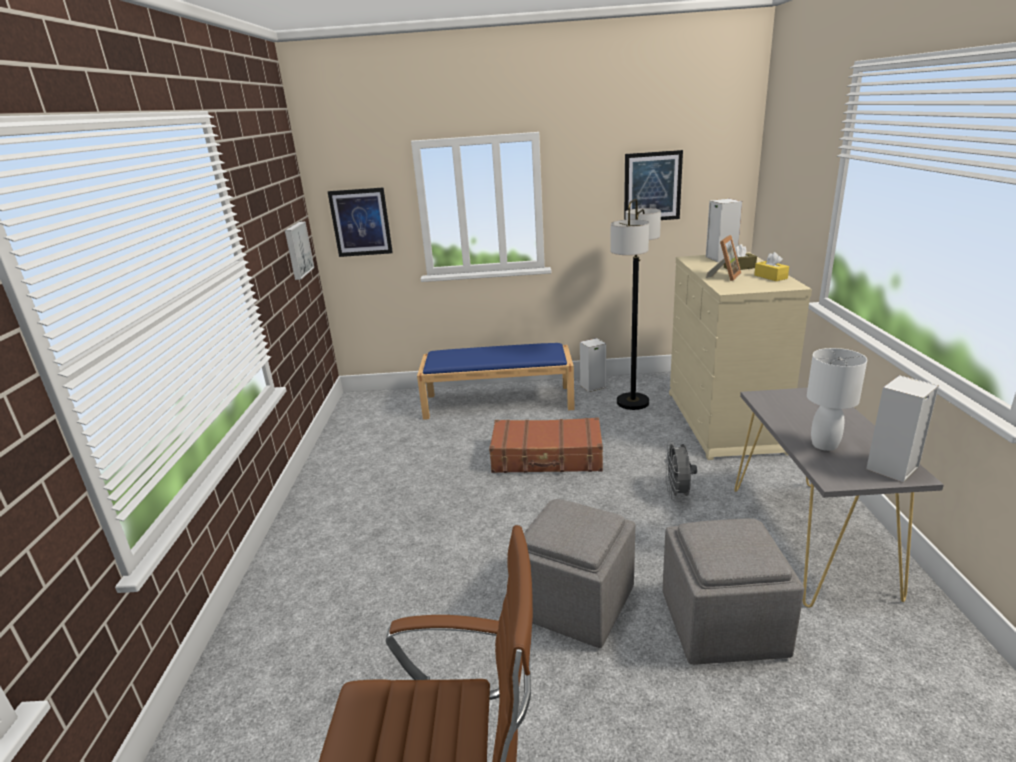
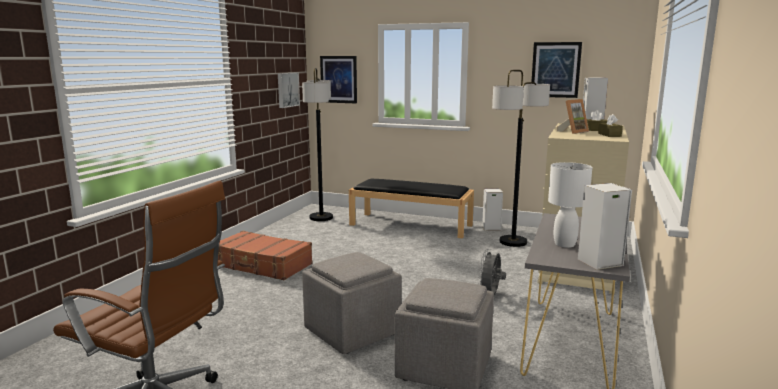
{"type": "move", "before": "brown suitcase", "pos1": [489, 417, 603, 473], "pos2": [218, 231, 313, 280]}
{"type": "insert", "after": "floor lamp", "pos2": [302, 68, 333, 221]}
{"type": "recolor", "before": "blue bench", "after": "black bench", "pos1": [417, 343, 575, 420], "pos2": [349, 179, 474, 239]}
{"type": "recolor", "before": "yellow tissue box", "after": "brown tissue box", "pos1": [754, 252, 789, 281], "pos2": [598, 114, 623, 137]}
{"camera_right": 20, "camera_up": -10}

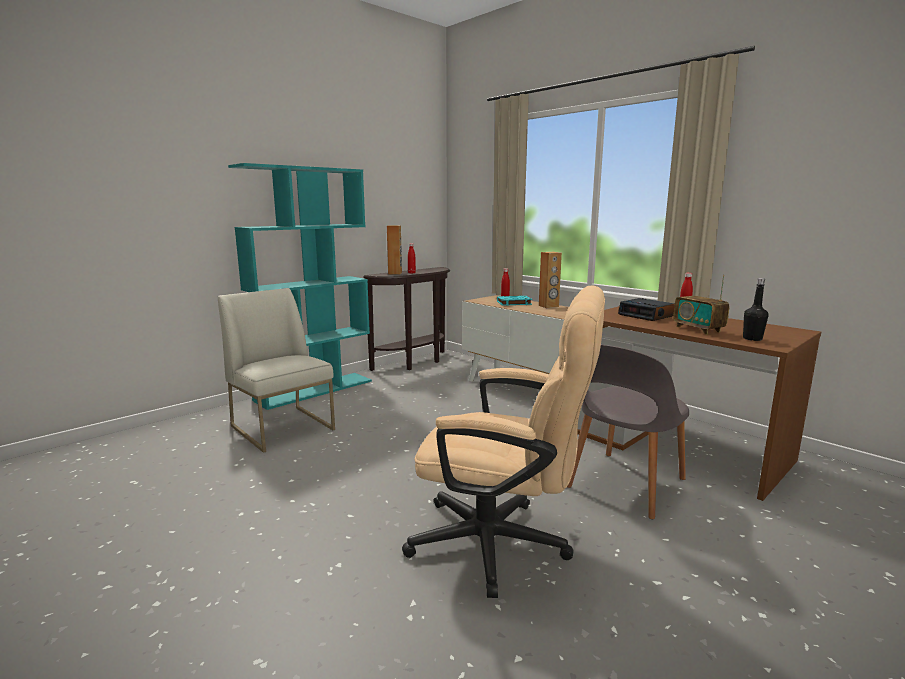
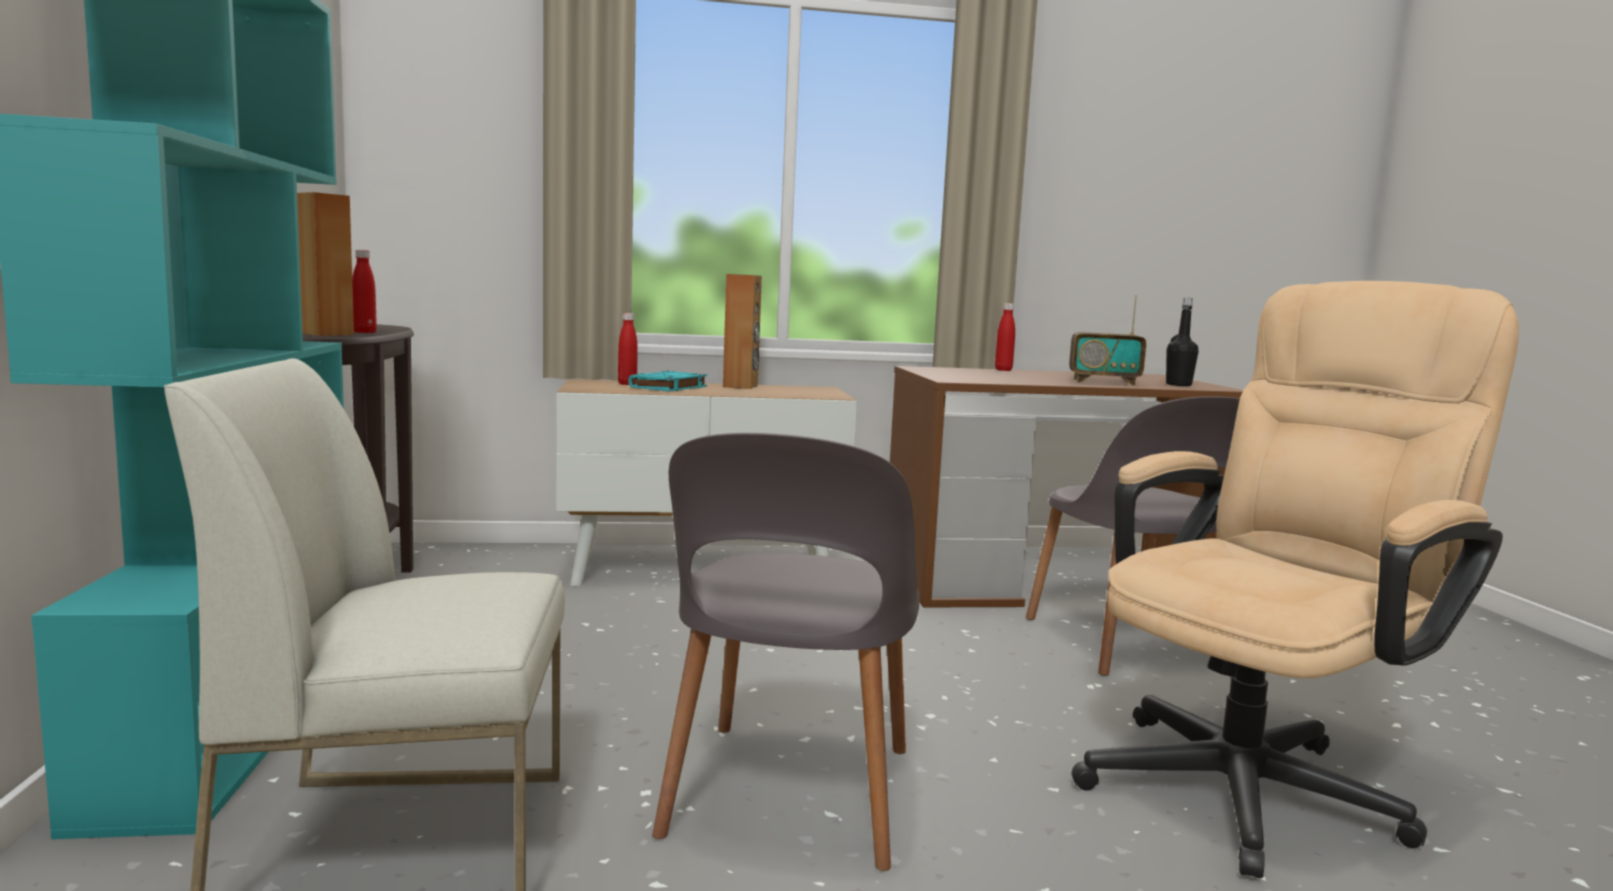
{"type": "insert", "after": "grey chair", "pos2": [652, 433, 919, 871]}
{"type": "delete", "before": "alarm clock", "pos1": [618, 298, 675, 321]}
{"camera_right": -55, "camera_up": -5}

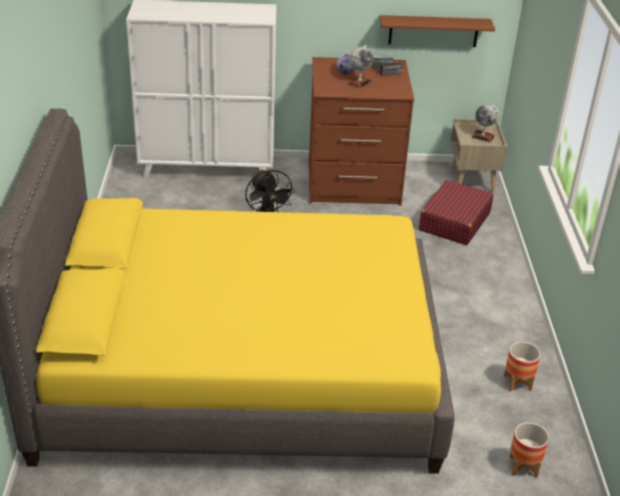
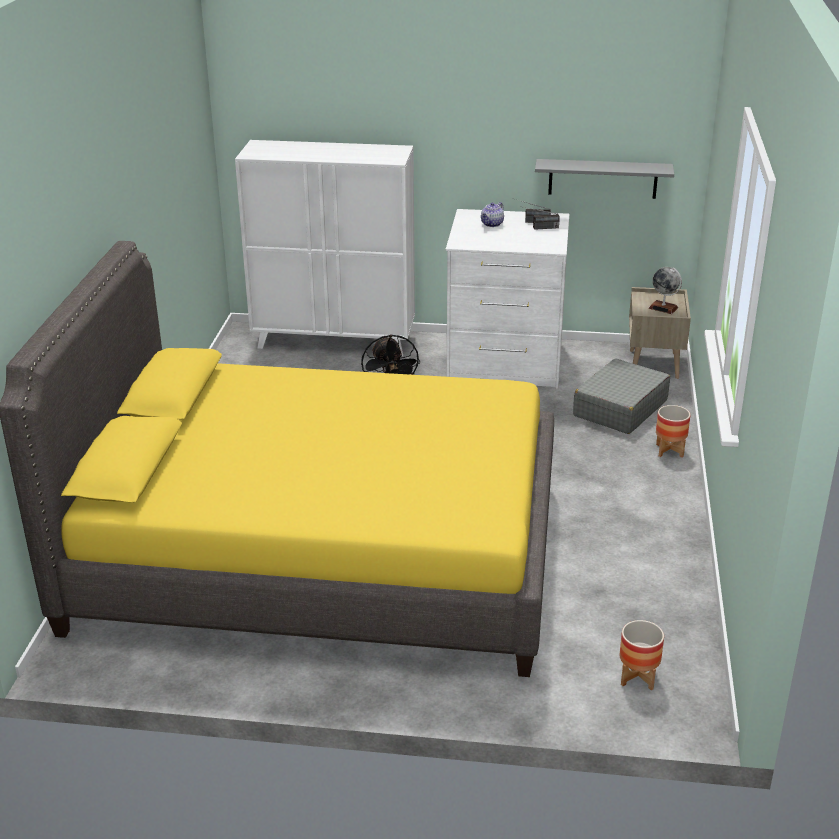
{"type": "recolor", "before": "brown dresser", "after": "white dresser", "pos1": [309, 57, 414, 206], "pos2": [446, 209, 569, 389]}
{"type": "recolor", "before": "brown shelf", "after": "grey shelf", "pos1": [379, 15, 495, 47], "pos2": [535, 159, 674, 199]}
{"type": "recolor", "before": "red suitcase", "after": "grey suitcase", "pos1": [419, 180, 493, 245], "pos2": [573, 359, 670, 434]}
{"type": "move", "before": "planter", "pos1": [504, 342, 540, 391], "pos2": [656, 405, 690, 458]}
{"type": "delete", "before": "globe", "pos1": [348, 45, 373, 89]}
{"camera_right": 10, "camera_up": -5}

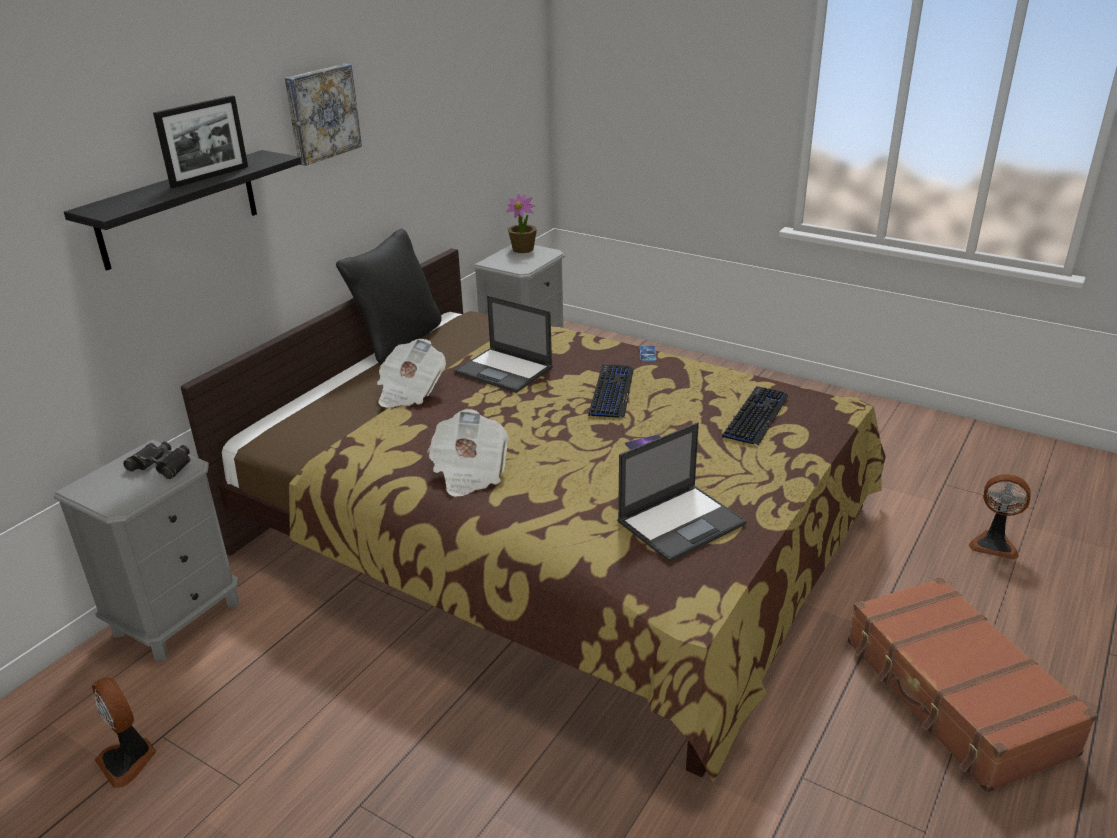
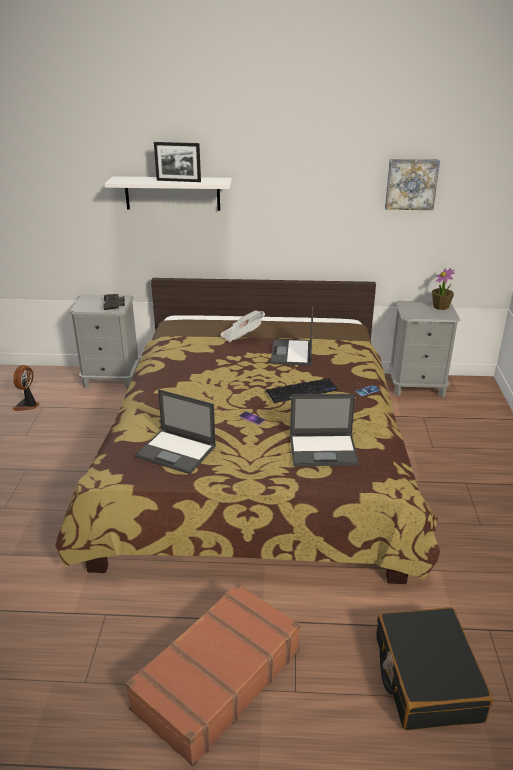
{"type": "recolor", "before": "black shelf", "after": "white shelf", "pos1": [64, 150, 301, 270], "pos2": [105, 176, 232, 211]}
{"type": "replace", "before": "keyboard", "after": "laptop", "pos1": [722, 386, 789, 446], "pos2": [290, 394, 359, 466]}
{"type": "replace", "before": "fan", "after": "black suitcase", "pos1": [969, 474, 1031, 559], "pos2": [376, 607, 493, 730]}
{"type": "move", "before": "picture", "pos1": [285, 64, 362, 166], "pos2": [385, 159, 440, 210]}
{"type": "delete", "before": "black pillow", "pos1": [336, 229, 441, 365]}
{"type": "delete", "before": "newspaper", "pos1": [427, 410, 509, 497]}
{"camera_right": 60, "camera_up": 0}

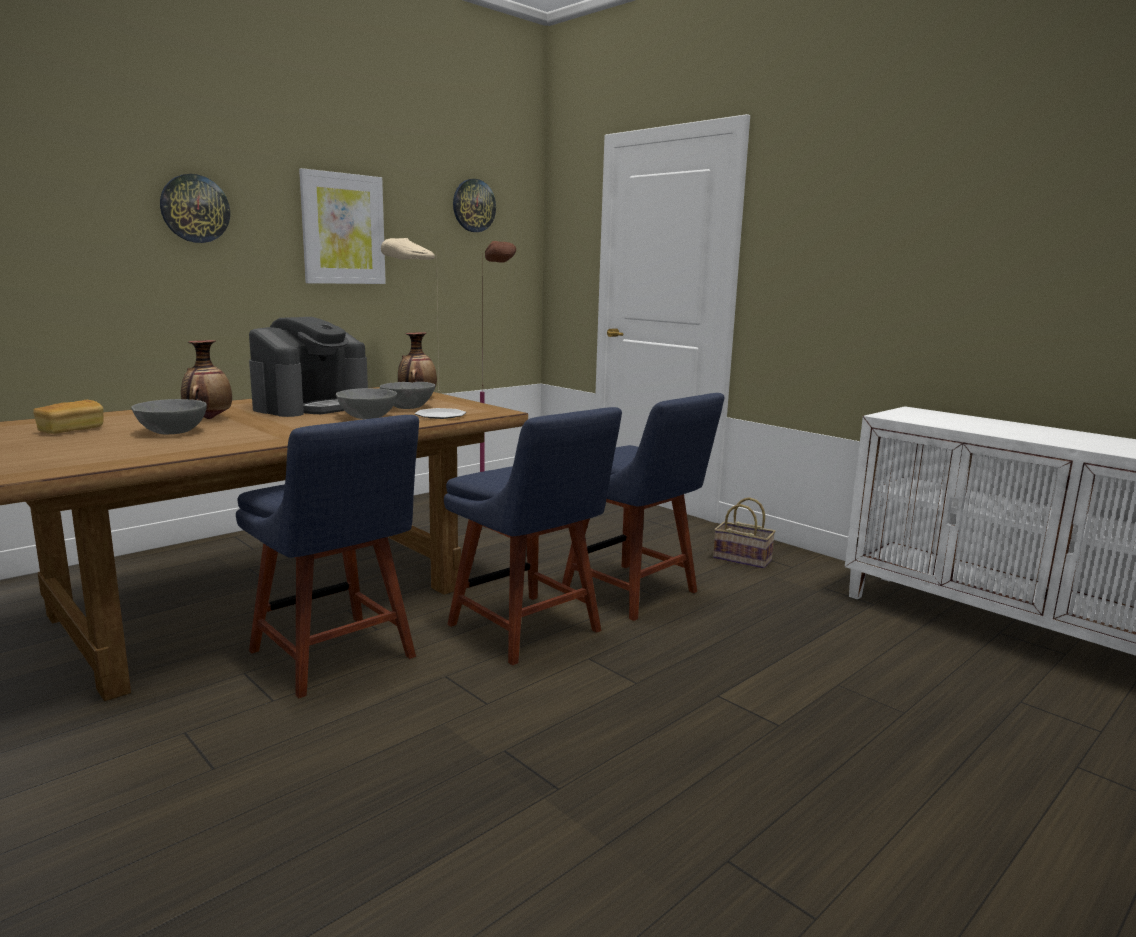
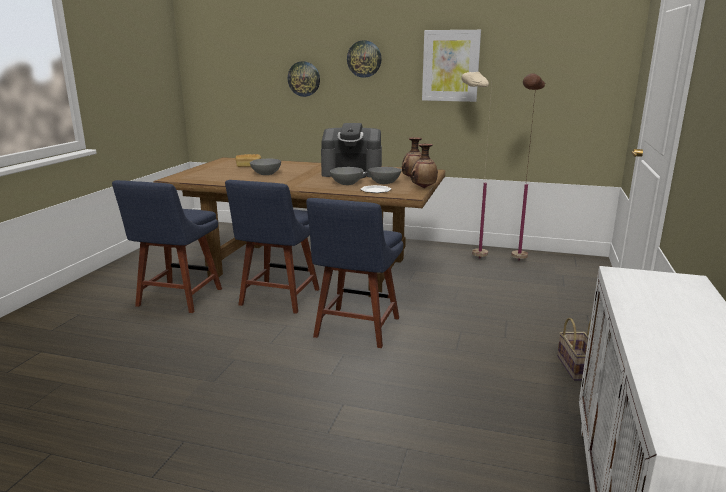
{"type": "move", "before": "blue chair", "pos1": [562, 393, 725, 621], "pos2": [112, 180, 222, 313]}
{"type": "move", "before": "wall clock", "pos1": [453, 179, 496, 232], "pos2": [288, 61, 320, 97]}
{"type": "move", "before": "vase", "pos1": [181, 340, 232, 419], "pos2": [411, 144, 438, 188]}
{"camera_right": 60, "camera_up": 5}

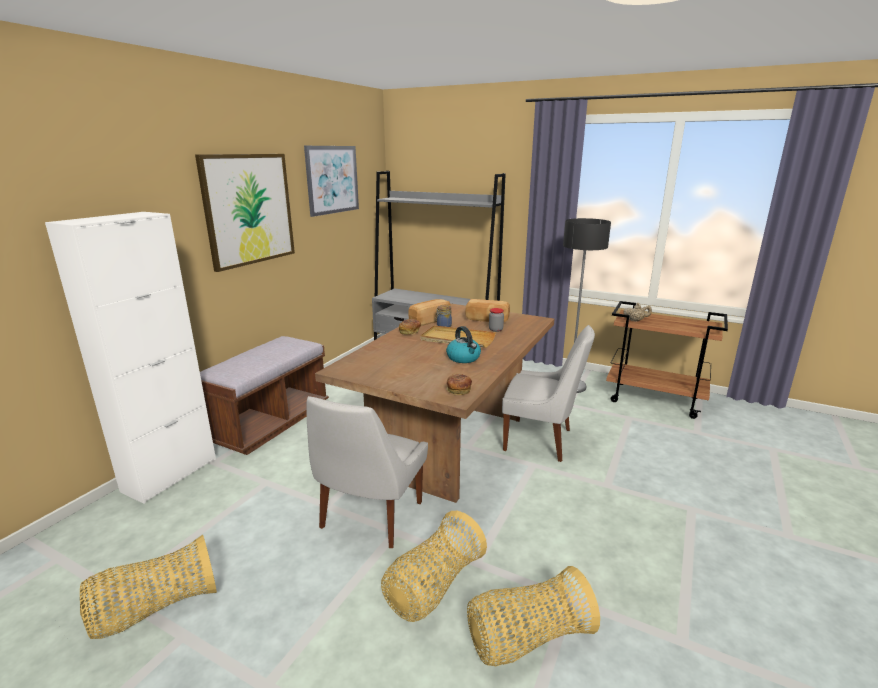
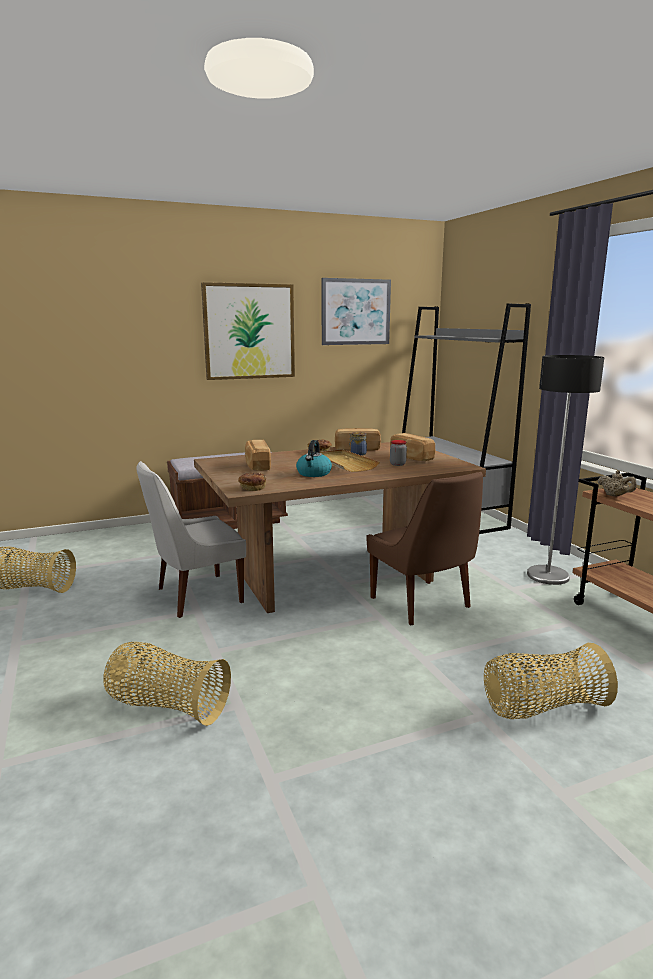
{"type": "insert", "after": "bread", "pos2": [245, 439, 271, 471]}
{"type": "recolor", "before": "white chair", "after": "brown chair", "pos1": [502, 325, 595, 462], "pos2": [367, 472, 483, 625]}
{"type": "move", "before": "basket", "pos1": [381, 511, 487, 622], "pos2": [484, 643, 618, 719]}
{"type": "delete", "before": "white cabinet", "pos1": [45, 212, 216, 504]}
{"camera_right": 40, "camera_up": -5}

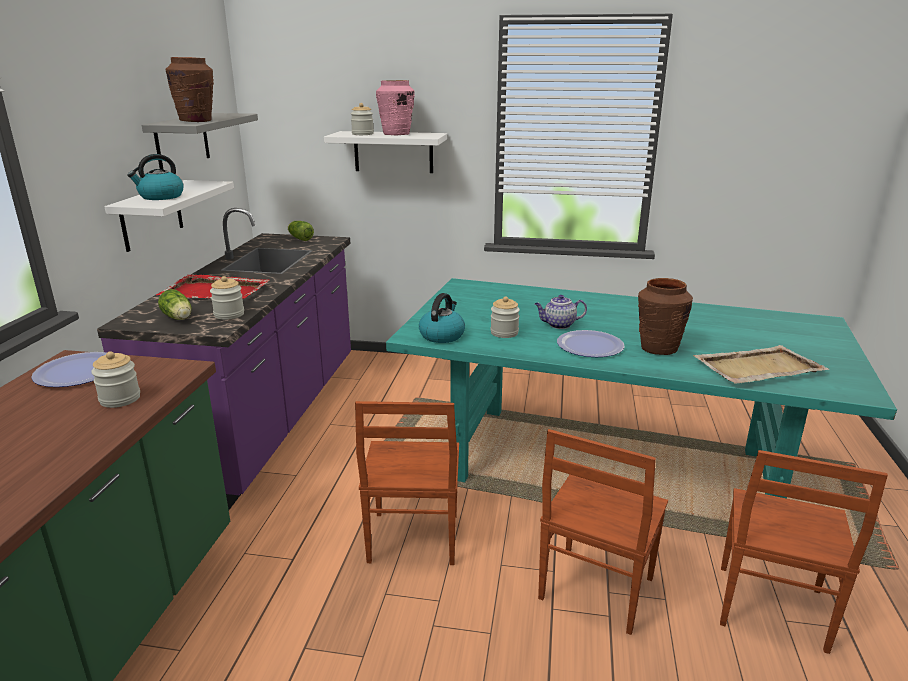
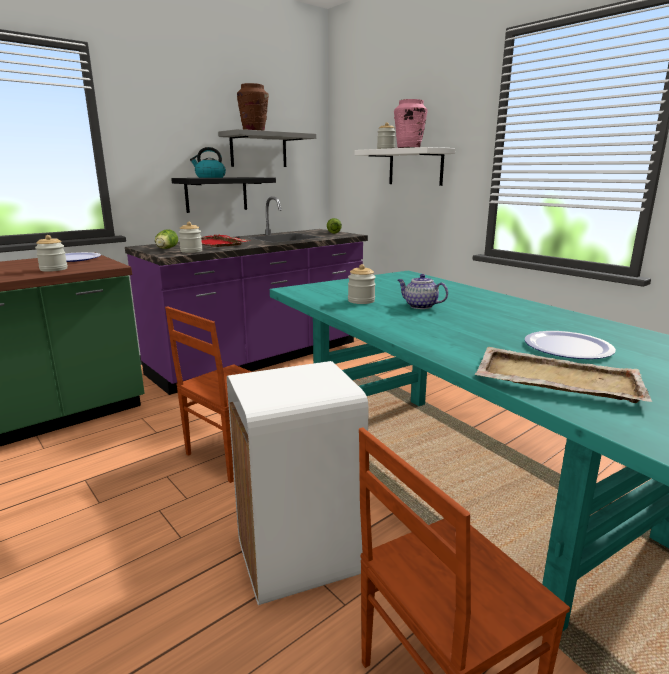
{"type": "recolor", "before": "white shelf", "after": "black shelf", "pos1": [105, 180, 234, 252], "pos2": [171, 177, 276, 213]}
{"type": "replace", "before": "brown chair", "after": "white trash can", "pos1": [538, 429, 668, 635], "pos2": [227, 361, 368, 605]}
{"type": "move", "before": "plate", "pos1": [557, 330, 625, 357], "pos2": [525, 331, 616, 359]}
{"type": "delete", "before": "kettle", "pos1": [419, 293, 465, 343]}
{"type": "delete", "before": "brown vase", "pos1": [638, 278, 693, 355]}
{"camera_right": 40, "camera_up": -5}

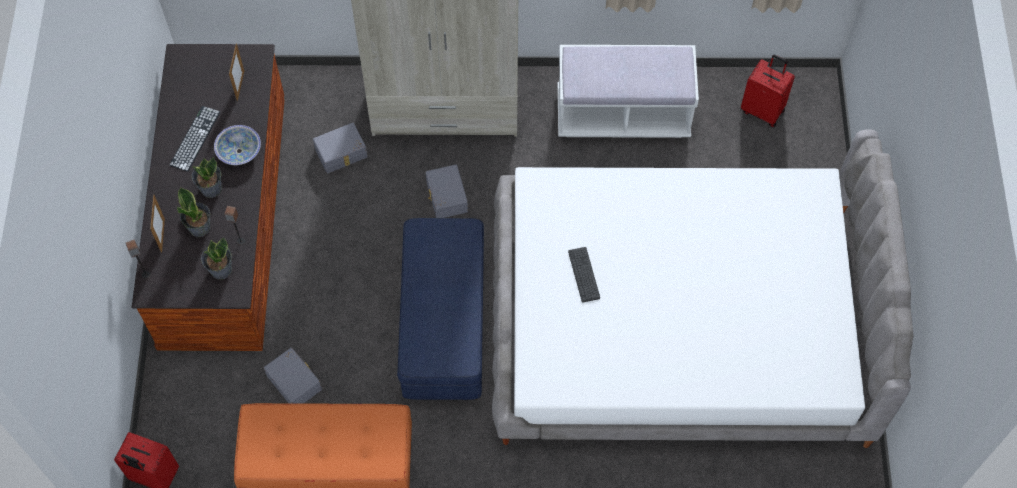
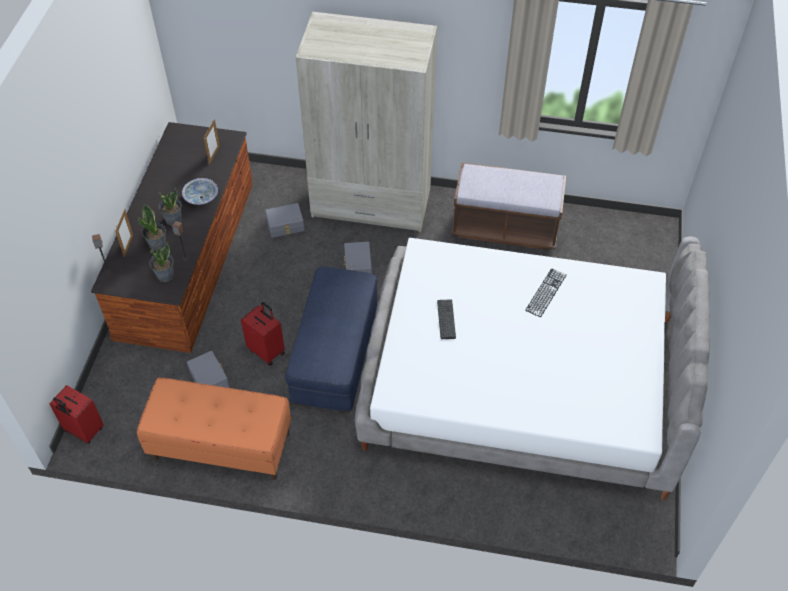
{"type": "move", "before": "red suitcase", "pos1": [741, 55, 795, 127], "pos2": [241, 302, 285, 366]}
{"type": "recolor", "before": "white bench", "after": "brown bench", "pos1": [558, 45, 699, 138], "pos2": [452, 162, 566, 250]}
{"type": "move", "before": "keyboard", "pos1": [169, 106, 220, 172], "pos2": [525, 268, 566, 317]}
{"camera_right": 10, "camera_up": -10}

